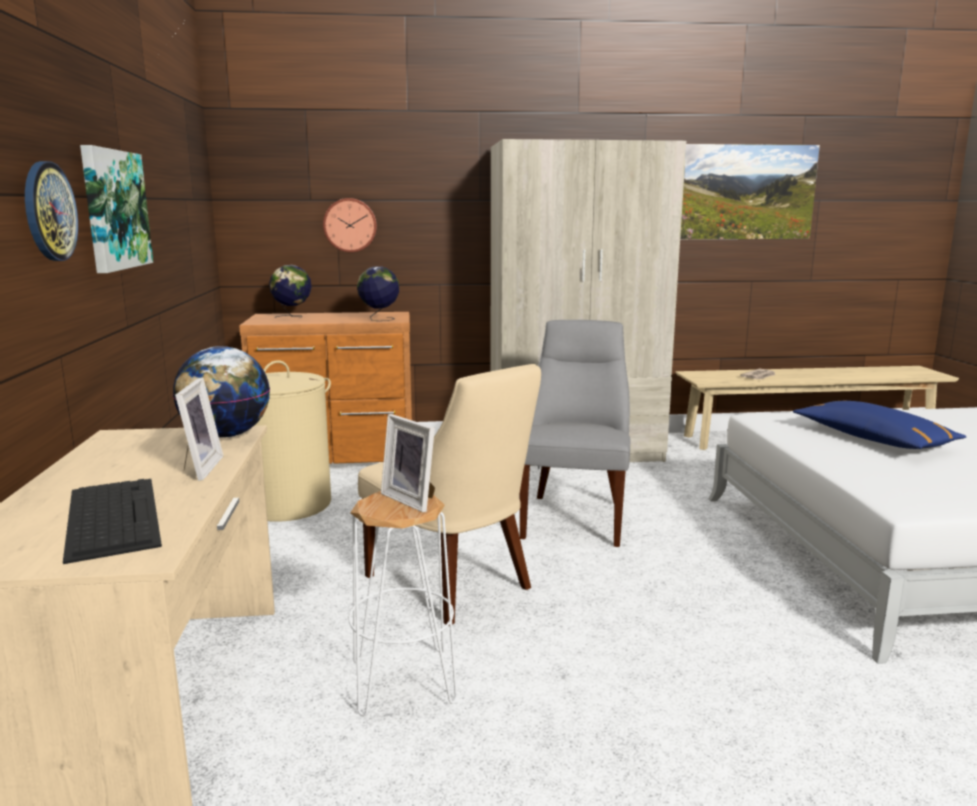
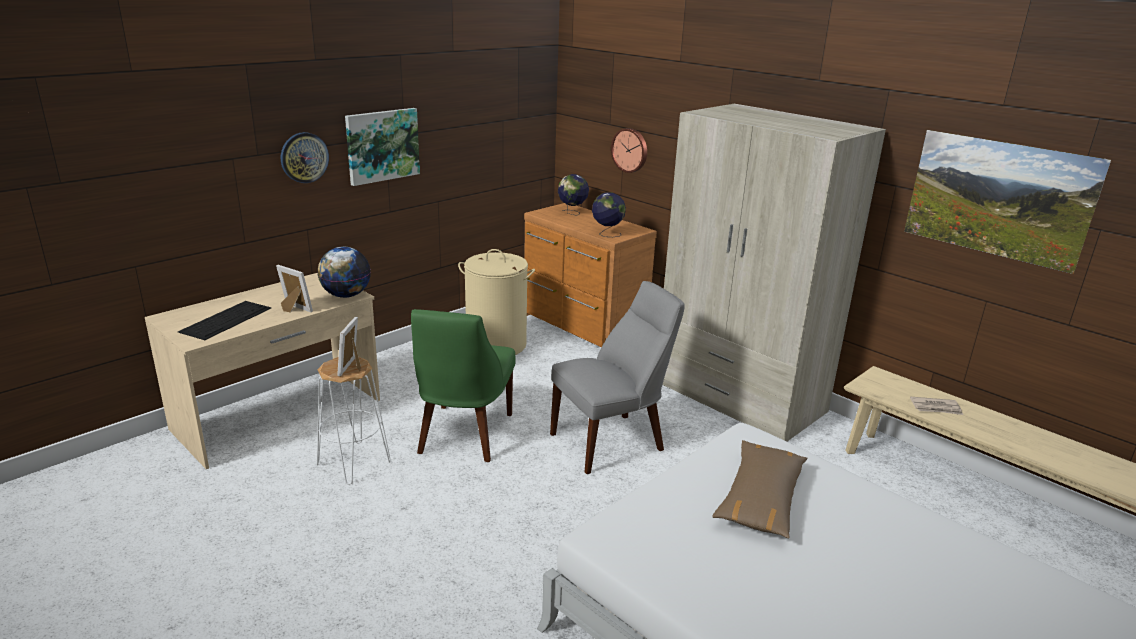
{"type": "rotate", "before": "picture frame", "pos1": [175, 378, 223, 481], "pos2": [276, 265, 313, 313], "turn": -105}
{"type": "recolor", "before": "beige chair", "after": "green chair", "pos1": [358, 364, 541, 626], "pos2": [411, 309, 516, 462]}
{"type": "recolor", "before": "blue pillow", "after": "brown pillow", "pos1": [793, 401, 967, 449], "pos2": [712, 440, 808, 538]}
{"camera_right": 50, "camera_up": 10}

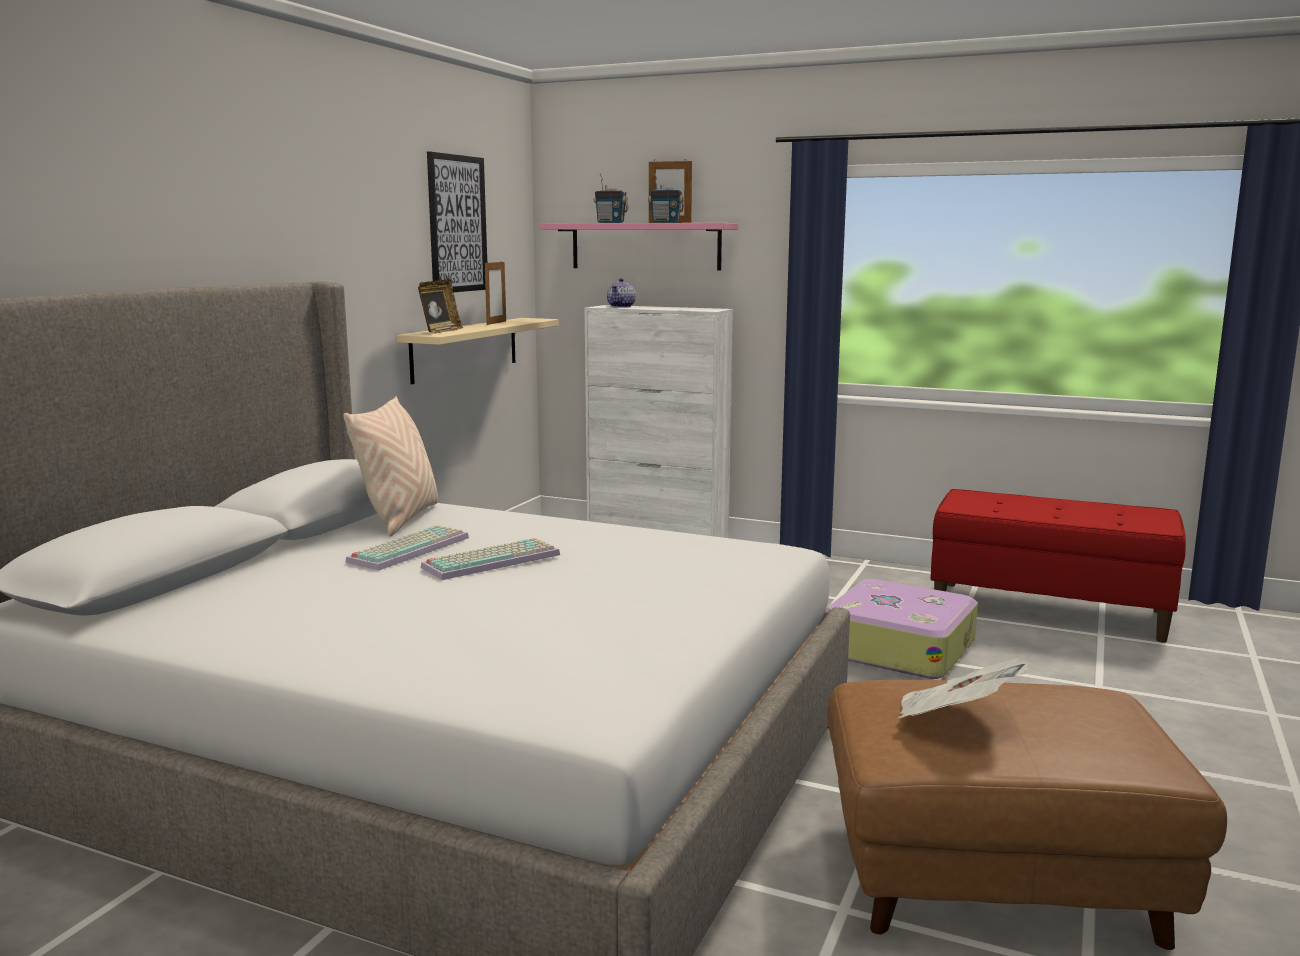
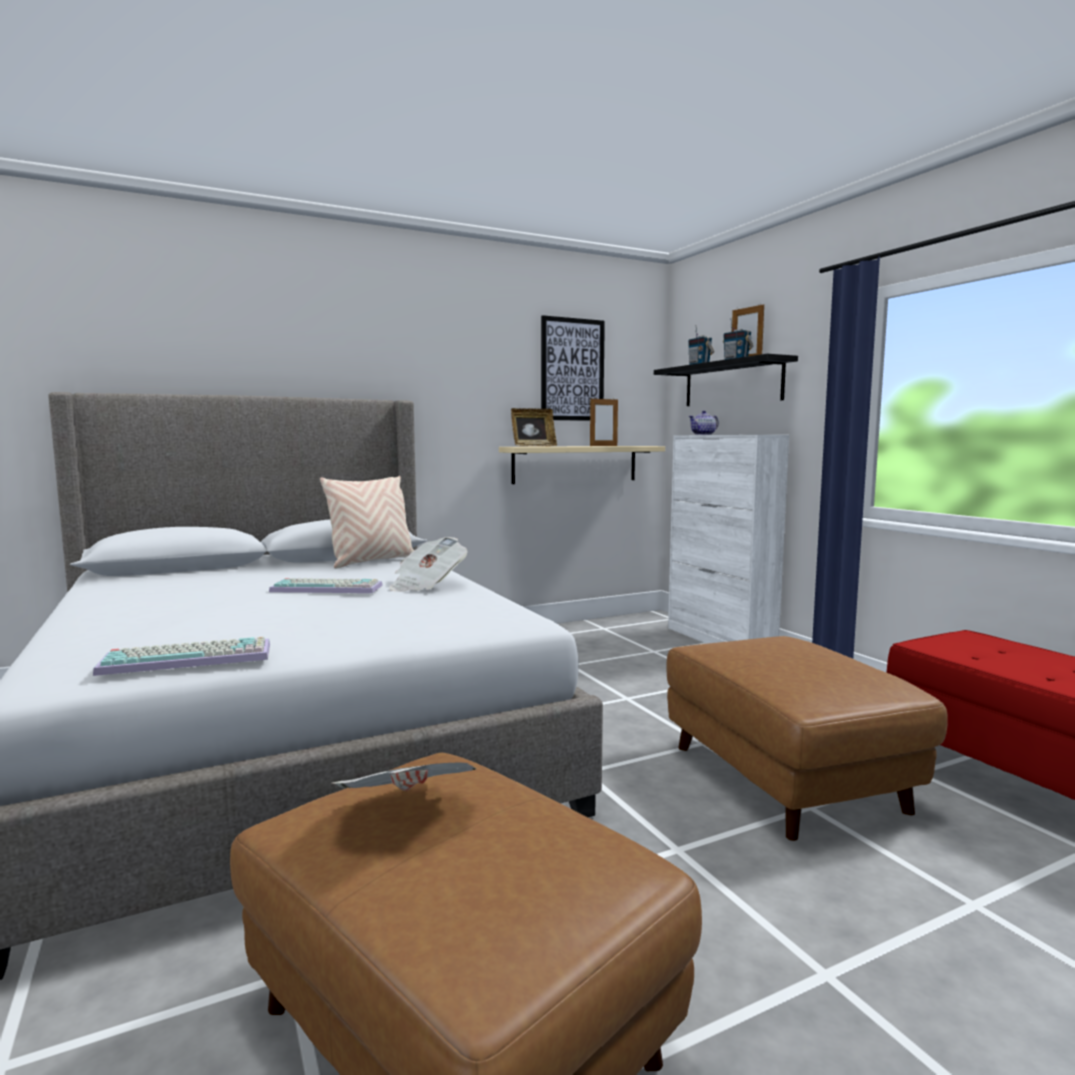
{"type": "move", "before": "keyboard", "pos1": [345, 525, 469, 570], "pos2": [93, 637, 270, 676]}
{"type": "insert", "after": "newspaper", "pos2": [389, 537, 467, 592]}
{"type": "recolor", "before": "pink shelf", "after": "black shelf", "pos1": [539, 223, 738, 271], "pos2": [654, 353, 798, 406]}
{"type": "replace", "before": "suitcase", "after": "brown ottoman", "pos1": [827, 579, 978, 679], "pos2": [666, 636, 948, 841]}
{"camera_right": 40, "camera_up": -5}

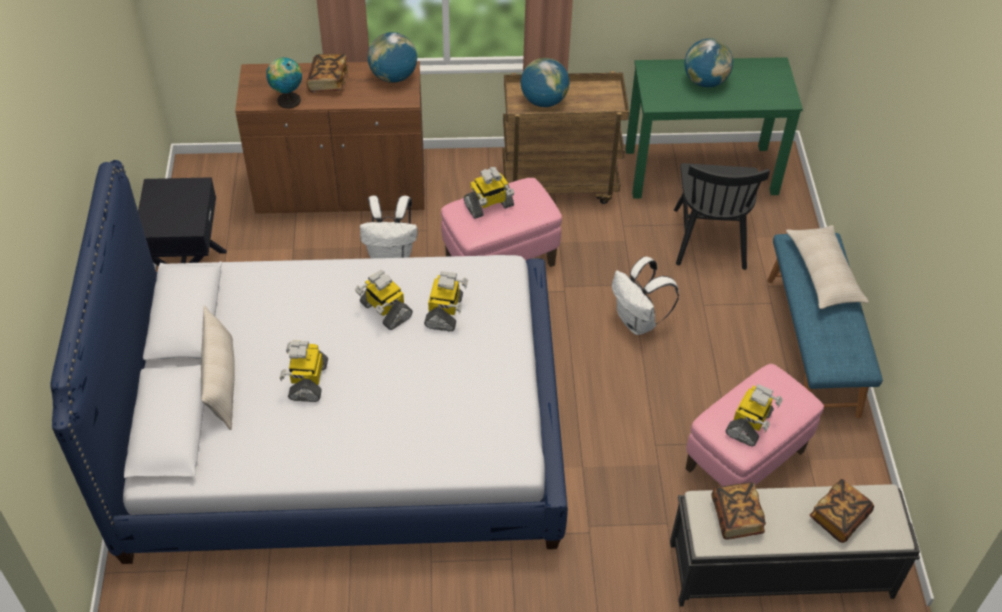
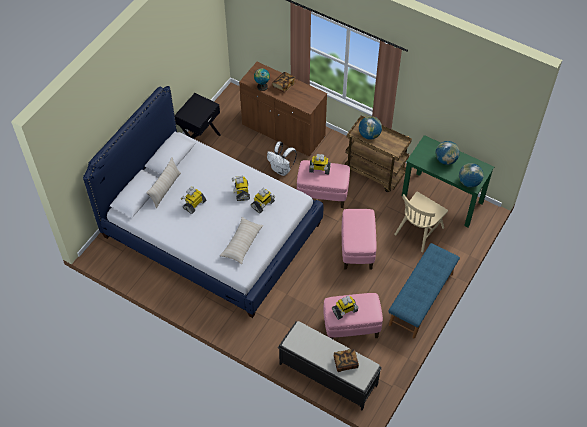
{"type": "move", "before": "beige pillow", "pos1": [786, 225, 869, 309], "pos2": [220, 217, 264, 264]}
{"type": "replace", "before": "white backpack", "after": "pink ottoman", "pos1": [612, 257, 679, 335], "pos2": [342, 209, 376, 270]}
{"type": "recolor", "before": "black chair", "after": "beige chair", "pos1": [674, 163, 770, 270], "pos2": [394, 192, 448, 252]}
{"type": "move", "before": "globe", "pos1": [368, 32, 417, 83], "pos2": [459, 163, 484, 187]}
{"type": "delete", "before": "book", "pos1": [711, 482, 766, 540]}
{"camera_right": 35, "camera_up": 5}

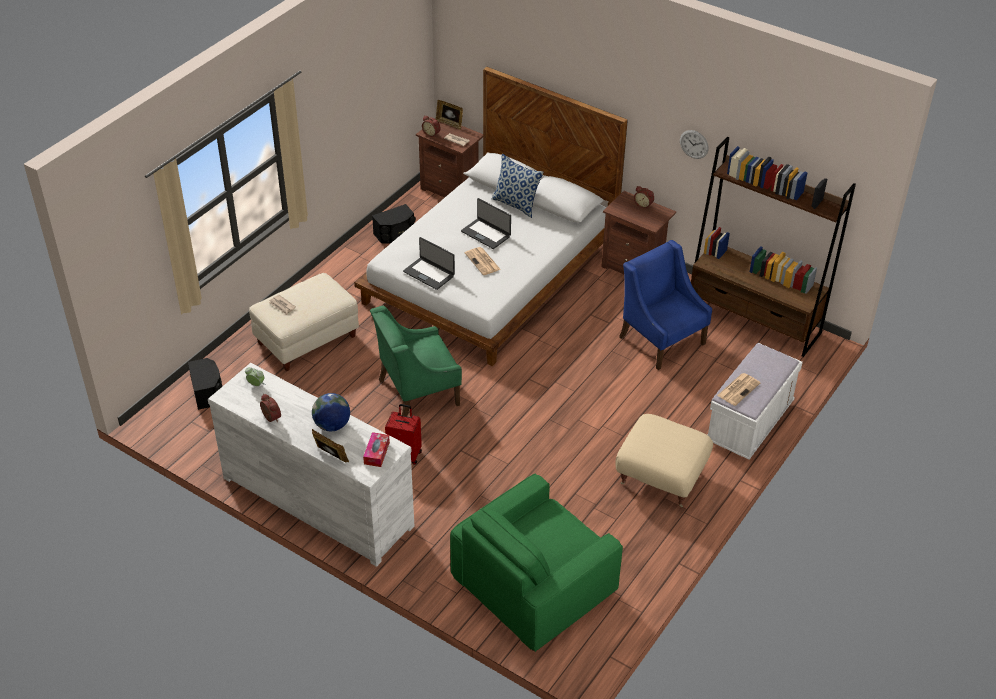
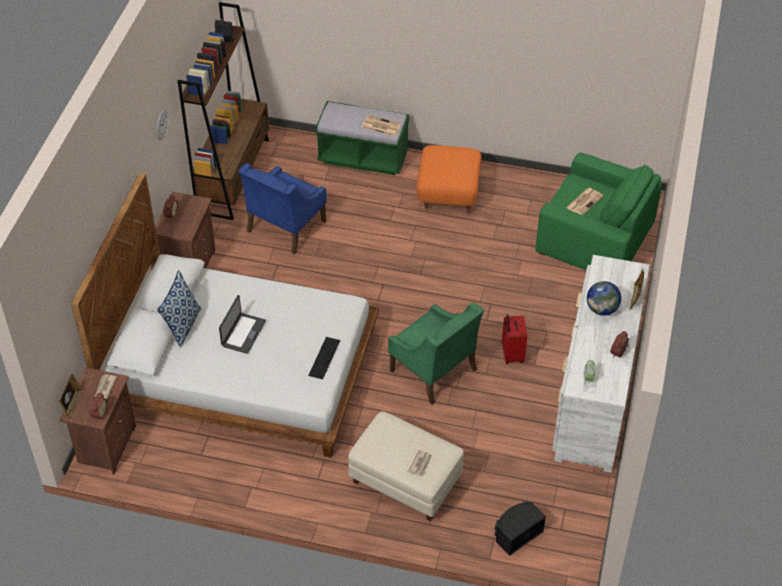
{"type": "replace", "before": "laptop", "after": "keyboard", "pos1": [403, 237, 455, 290], "pos2": [308, 337, 340, 379]}
{"type": "recolor", "before": "white bench", "after": "green bench", "pos1": [708, 343, 803, 460], "pos2": [316, 101, 409, 175]}
{"type": "recolor", "before": "beige ottoman", "after": "orange ottoman", "pos1": [616, 414, 713, 507], "pos2": [417, 145, 482, 216]}
{"type": "move", "before": "newspaper", "pos1": [465, 247, 501, 275], "pos2": [566, 188, 603, 215]}
{"type": "delete", "before": "tissue box", "pos1": [363, 432, 390, 467]}
{"type": "delete", "before": "black speaker", "pos1": [372, 204, 416, 244]}
{"camera_right": -110, "camera_up": 5}

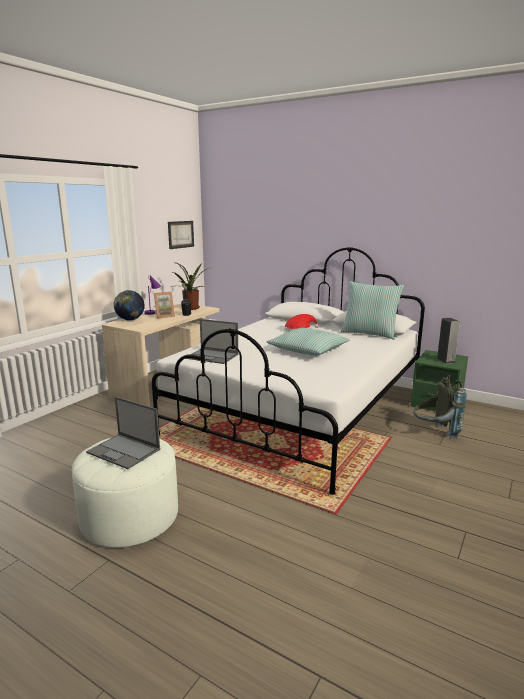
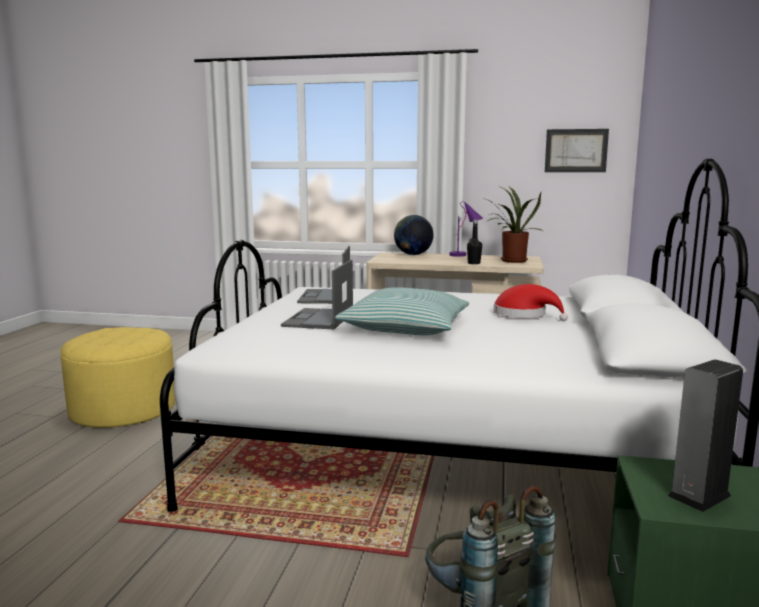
{"type": "recolor", "before": "white ottoman", "after": "yellow ottoman", "pos1": [72, 438, 178, 548], "pos2": [60, 327, 176, 428]}
{"type": "move", "before": "laptop", "pos1": [86, 397, 160, 469], "pos2": [281, 260, 353, 329]}
{"type": "delete", "before": "picture frame", "pos1": [154, 292, 175, 318]}
{"type": "delete", "before": "pillow", "pos1": [341, 281, 404, 340]}
{"camera_right": 70, "camera_up": -5}

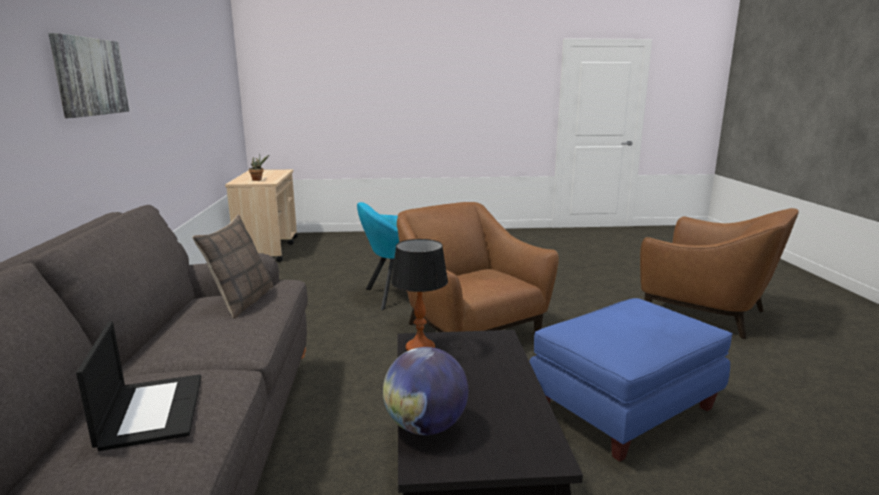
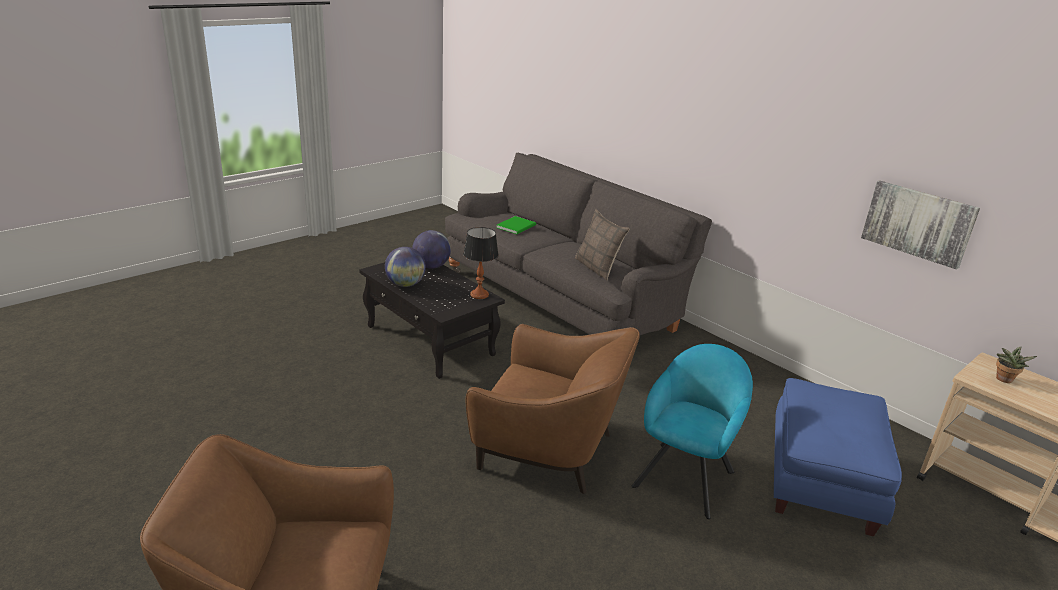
{"type": "insert", "after": "globe", "pos2": [385, 247, 426, 287]}
{"type": "replace", "before": "laptop", "after": "green book", "pos1": [76, 321, 201, 451], "pos2": [496, 216, 536, 234]}
{"type": "move", "before": "blue ottoman", "pos1": [529, 298, 733, 462], "pos2": [774, 378, 902, 536]}
{"type": "move", "before": "picture", "pos1": [49, 33, 129, 118], "pos2": [861, 180, 980, 269]}
{"camera_right": 140, "camera_up": 10}

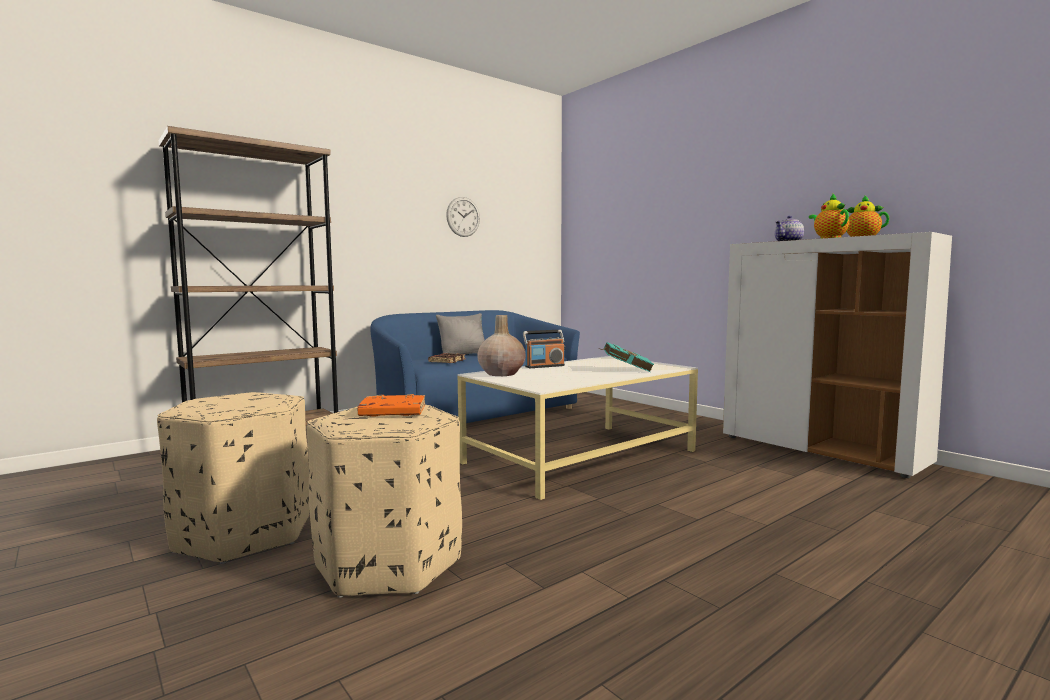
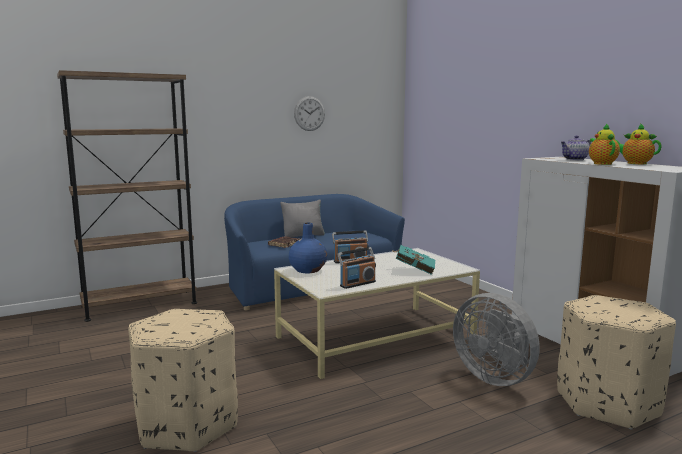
{"type": "recolor", "before": "beige vase", "after": "blue vase", "pos1": [477, 315, 525, 376], "pos2": [289, 223, 328, 274]}
{"type": "insert", "after": "radio", "pos2": [337, 247, 376, 289]}
{"type": "insert", "after": "grey fan", "pos2": [453, 293, 540, 386]}
{"type": "move", "before": "beige ottoman", "pos1": [157, 392, 309, 564], "pos2": [557, 295, 676, 429]}
{"type": "delete", "before": "orange book", "pos1": [358, 394, 425, 417]}
{"camera_right": 10, "camera_up": 5}

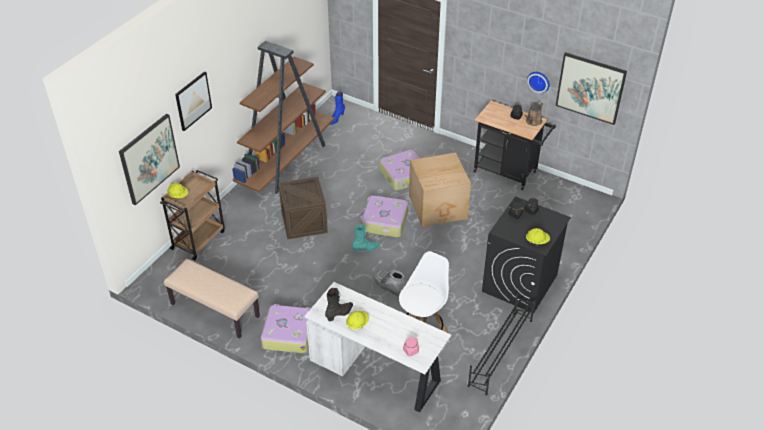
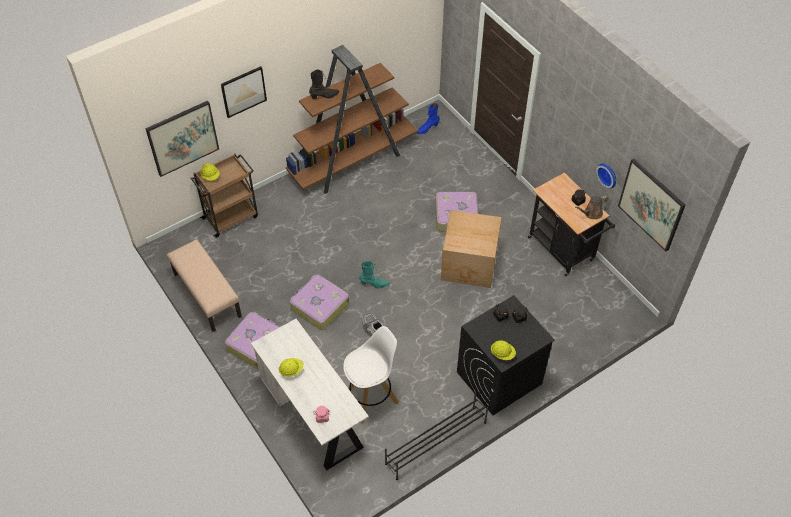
{"type": "move", "before": "suitcase", "pos1": [359, 195, 408, 237], "pos2": [290, 274, 349, 330]}
{"type": "move", "before": "black boot", "pos1": [325, 288, 353, 322], "pos2": [309, 69, 339, 99]}
{"type": "delete", "before": "crate", "pos1": [278, 177, 328, 239]}
{"camera_right": 25, "camera_up": 10}

